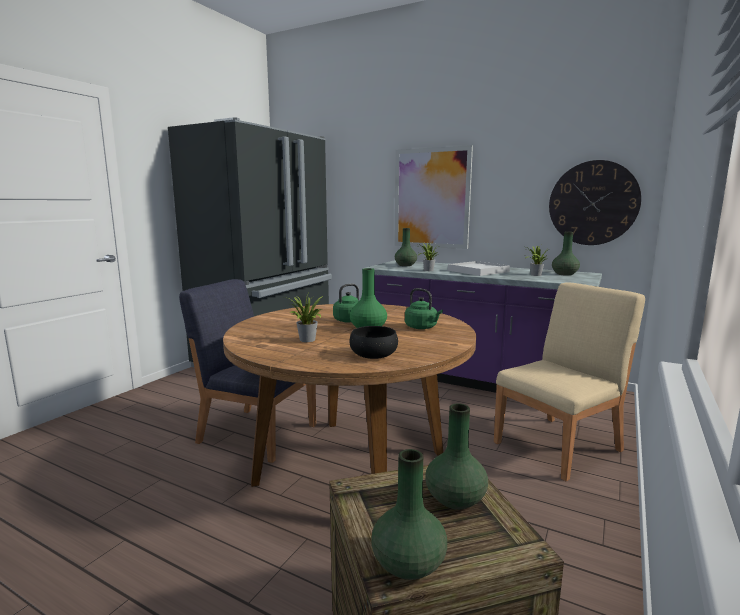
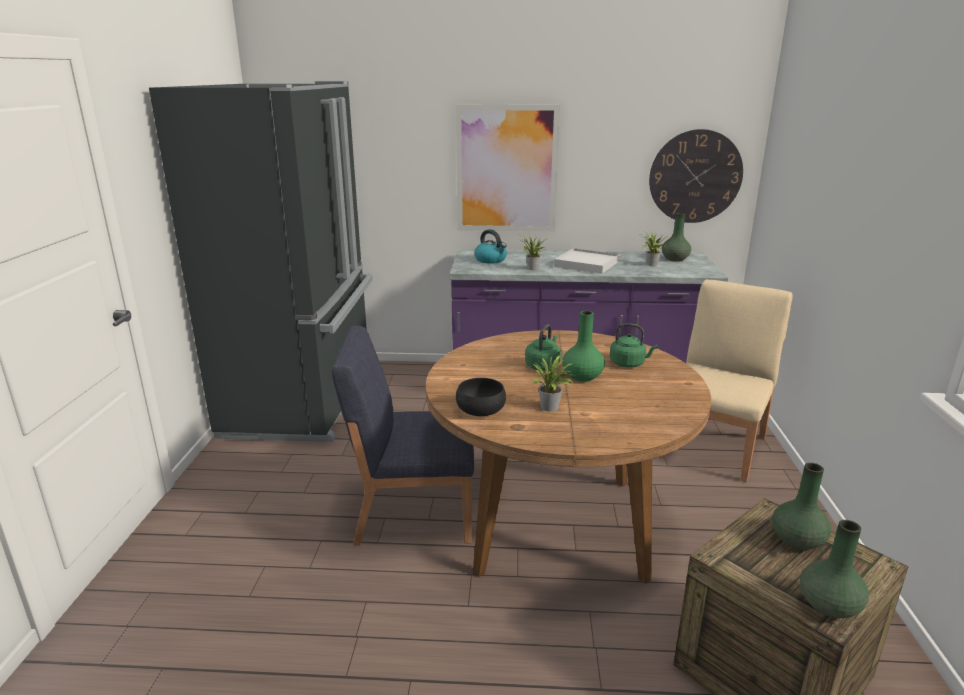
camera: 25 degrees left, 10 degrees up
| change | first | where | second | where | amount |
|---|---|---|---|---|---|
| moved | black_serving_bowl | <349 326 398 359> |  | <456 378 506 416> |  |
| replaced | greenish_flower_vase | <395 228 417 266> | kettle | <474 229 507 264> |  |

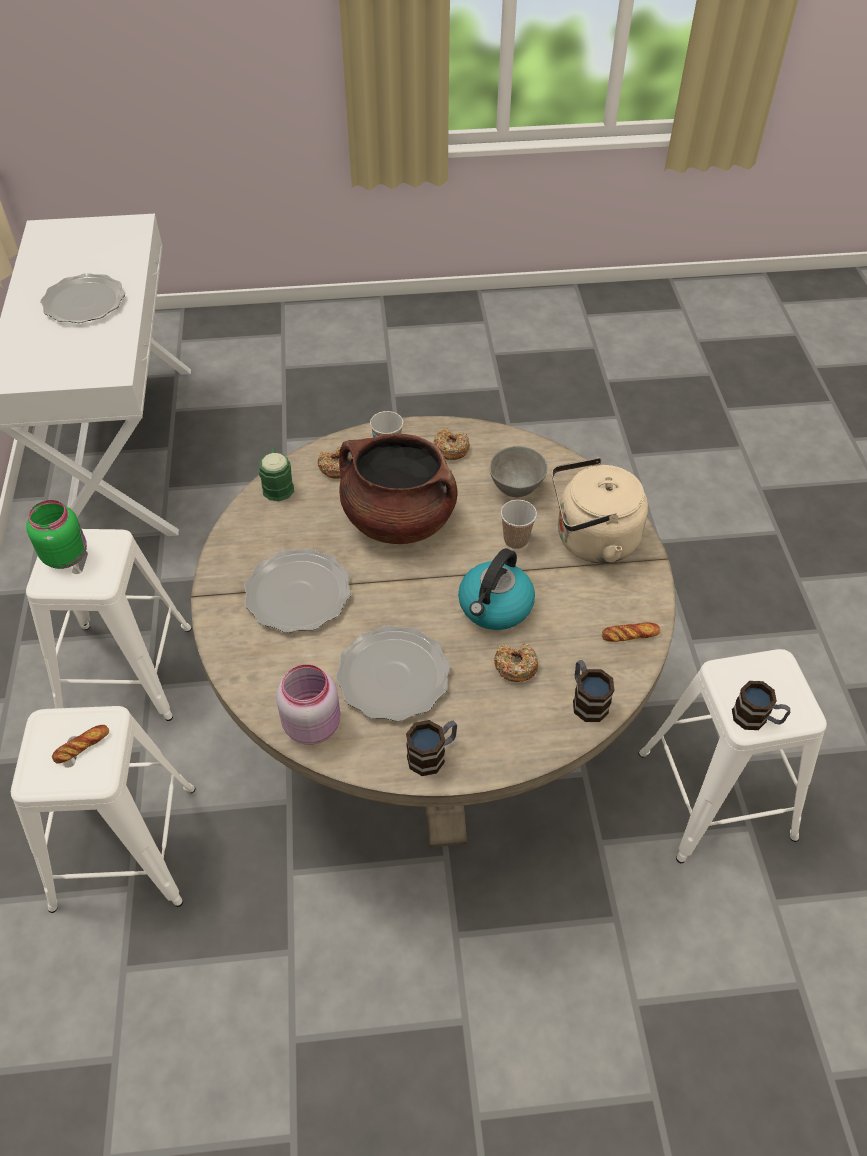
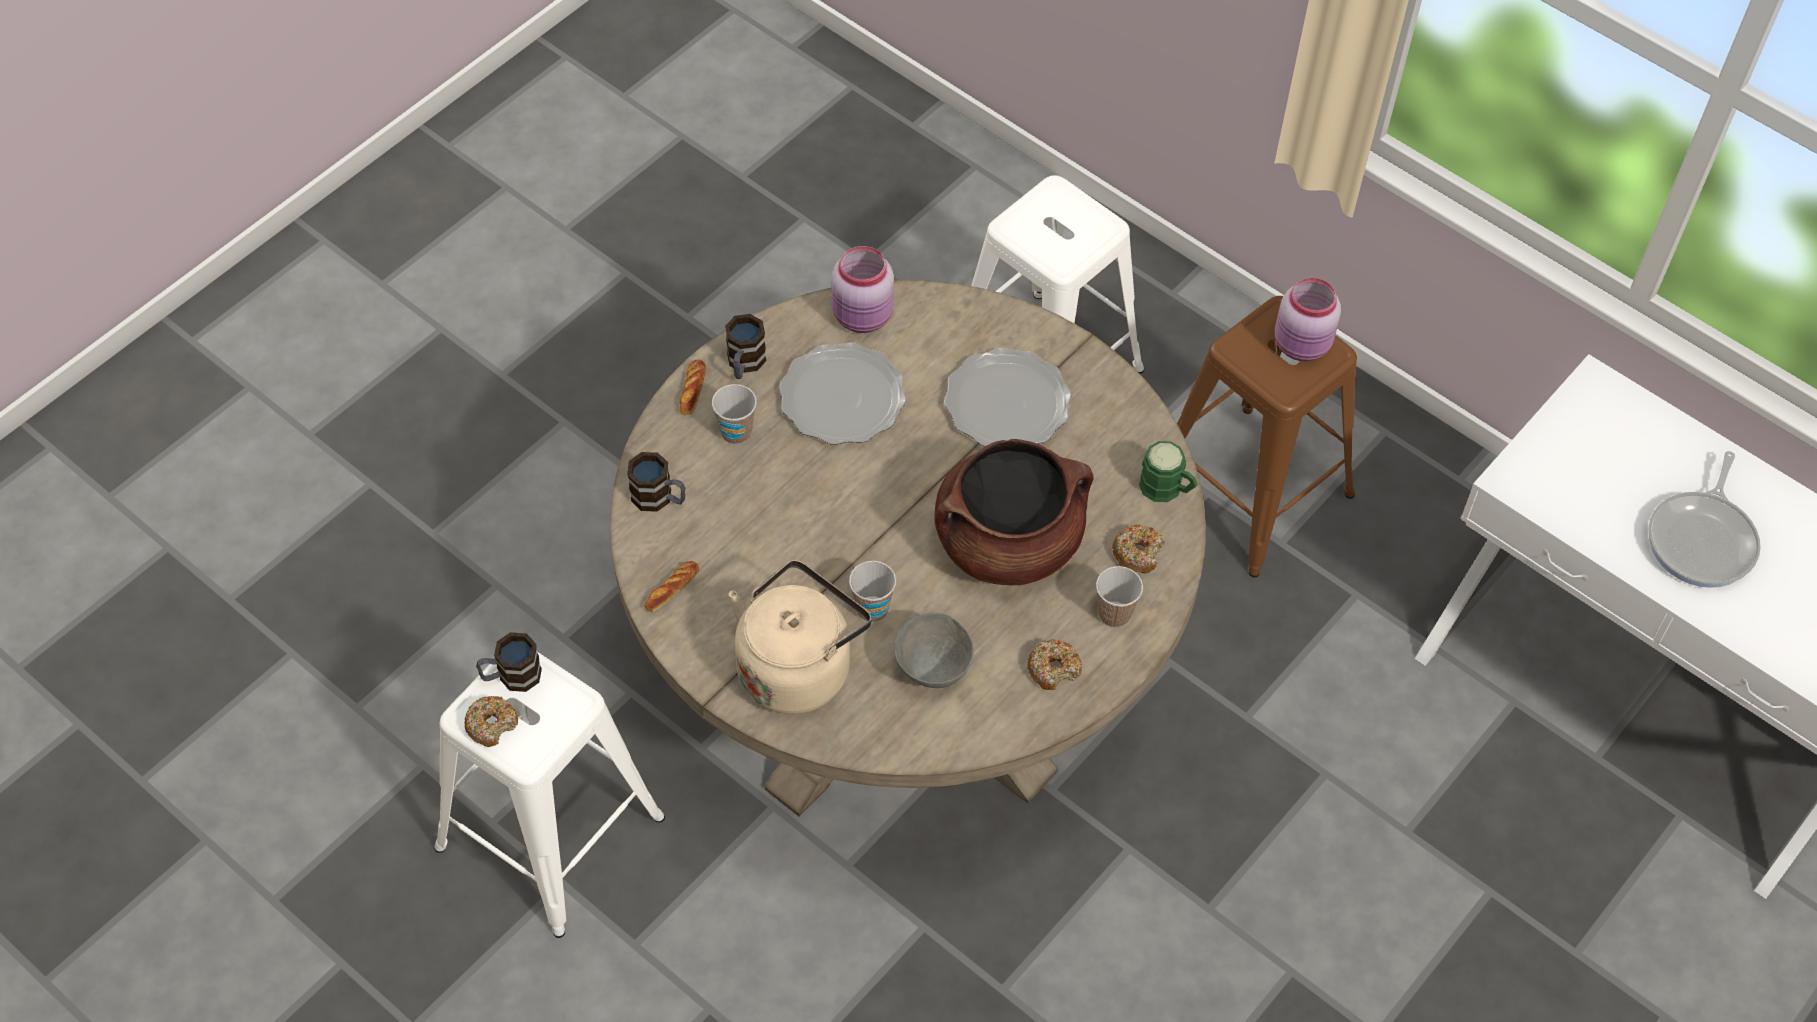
camera: 135 degrees right, 5 degrees up
| change | first | where | second | where | amount |
|---|---|---|---|---|---|
| recoloured | greenish_jar | <26 500 87 569> | pink-coloured_jar | <1275 278 1341 361> |  |
| recoloured | white-coloured_stool | <26 529 192 721> | brown_stool | <1177 296 1357 578> |  |
| replaced | dinner_plate | <40 273 125 323> | pan | <1649 451 1761 588> |  |
| moved | bread | <52 725 109 764> |  | <680 360 706 416> |  |
| removed | kettle | <458 548 535 630> |  |  |  |
| moved | doughnut | <494 643 538 682> |  | <464 696 518 747> |  |
| added |  |  | cup | <712 384 757 444> |  |

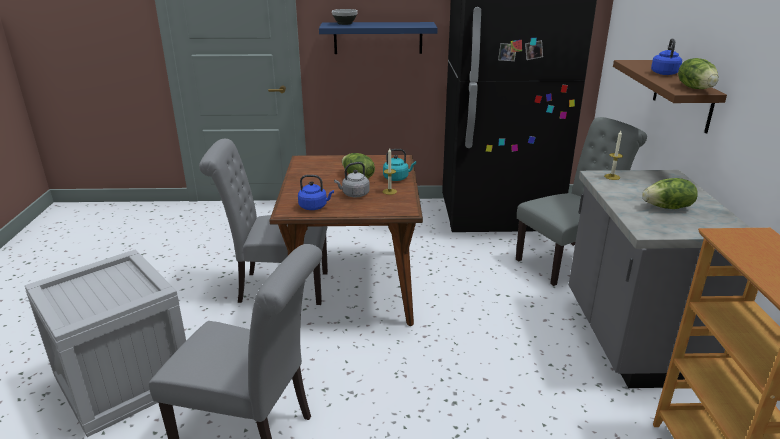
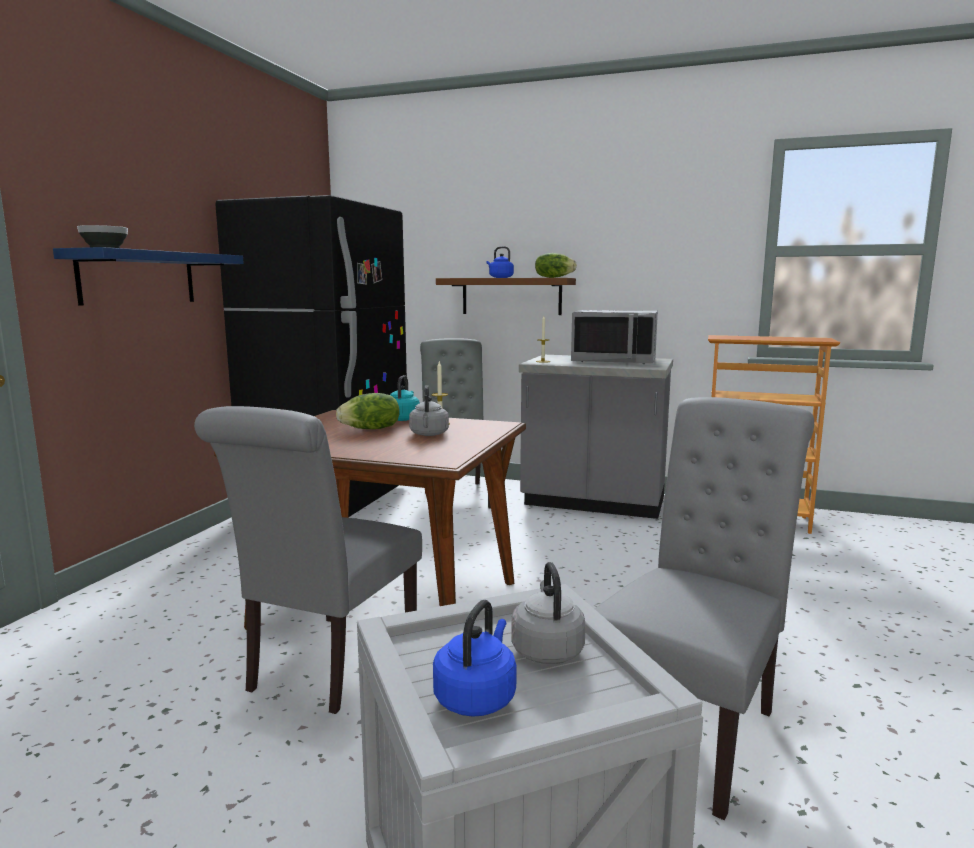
camera: 70 degrees left, 15 degrees down
| change | first | where | second | where | amount |
|---|---|---|---|---|---|
| moved | blue-coloured_kettle | <298 175 334 210> |  | <433 600 517 717> |  |
| replaced | head_of_lettuce | <642 178 698 209> | grey_kitchen_microwave | <571 310 658 364> |  |
| added |  |  | grey_kettle | <511 562 586 664> |  |

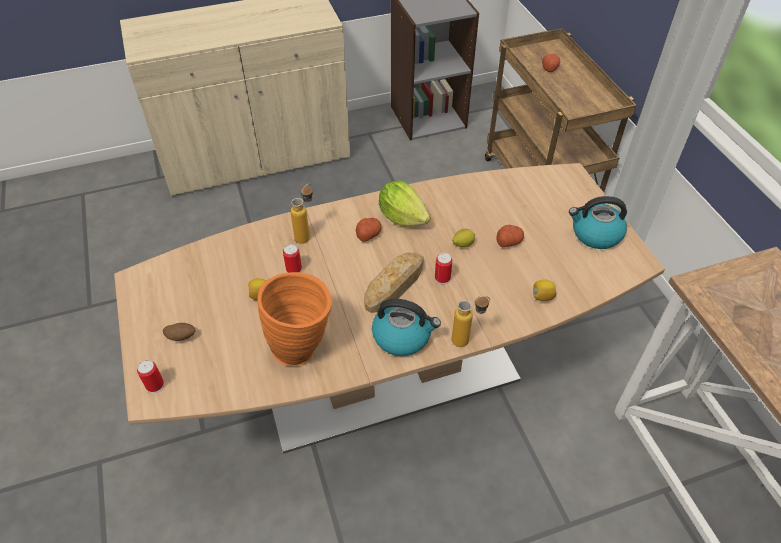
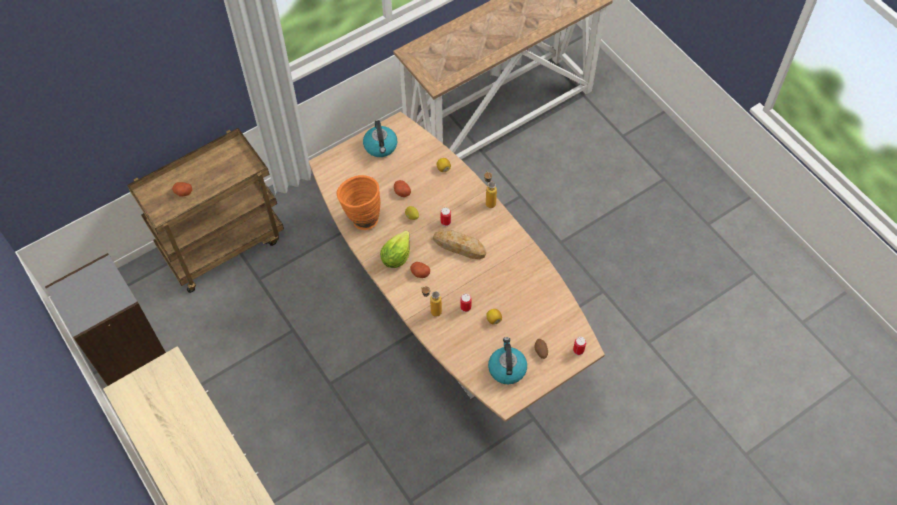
camera: 105 degrees left, 10 degrees up
| change | first | where | second | where | amount |
|---|---|---|---|---|---|
| moved | orangey_flower_vase | <258 272 332 366> |  | <337 175 381 230> |  |
| moved | kettle | <372 299 441 356> |  | <488 337 527 384> |  |

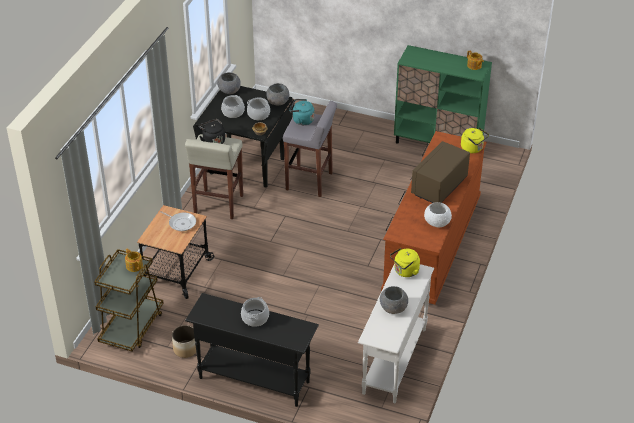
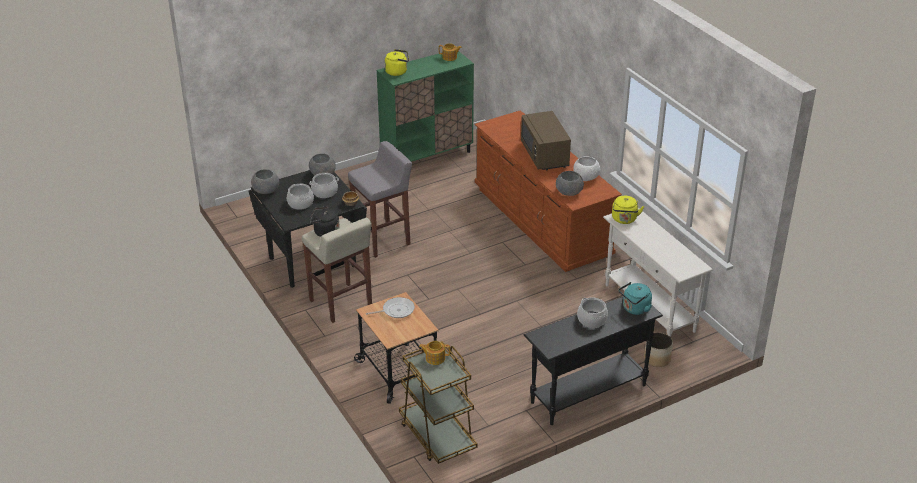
camera: 50 degrees left, 5 degrees down
| change | first | where | second | where | amount |
|---|---|---|---|---|---|
| moved | planter | <172 325 196 358> |  | <644 332 673 367> |  |
| moved | turquoise_kettle | <289 99 315 125> |  | <619 282 652 315> |  |
| moved | grey_serving_bowl | <380 286 408 314> |  | <556 171 584 196> |  |
| moved | yellowish_kettle | <461 128 489 153> |  | <385 49 409 76> |  |

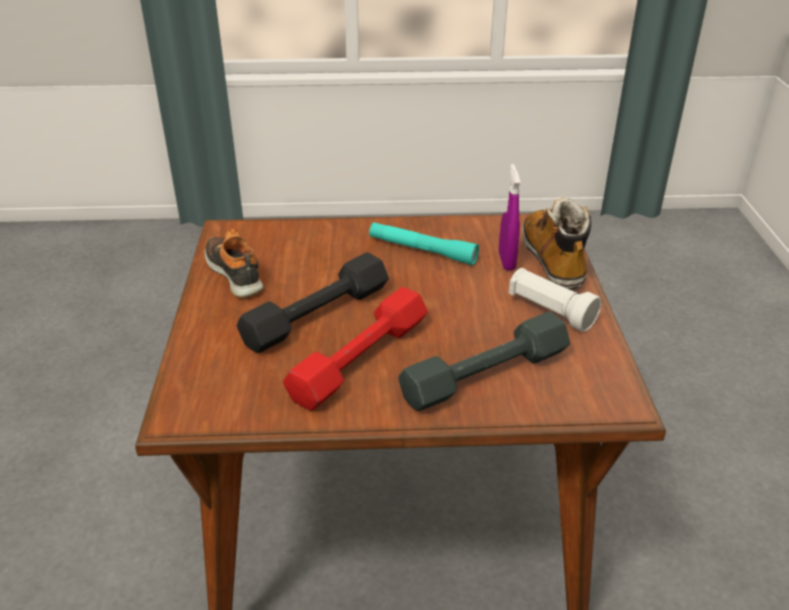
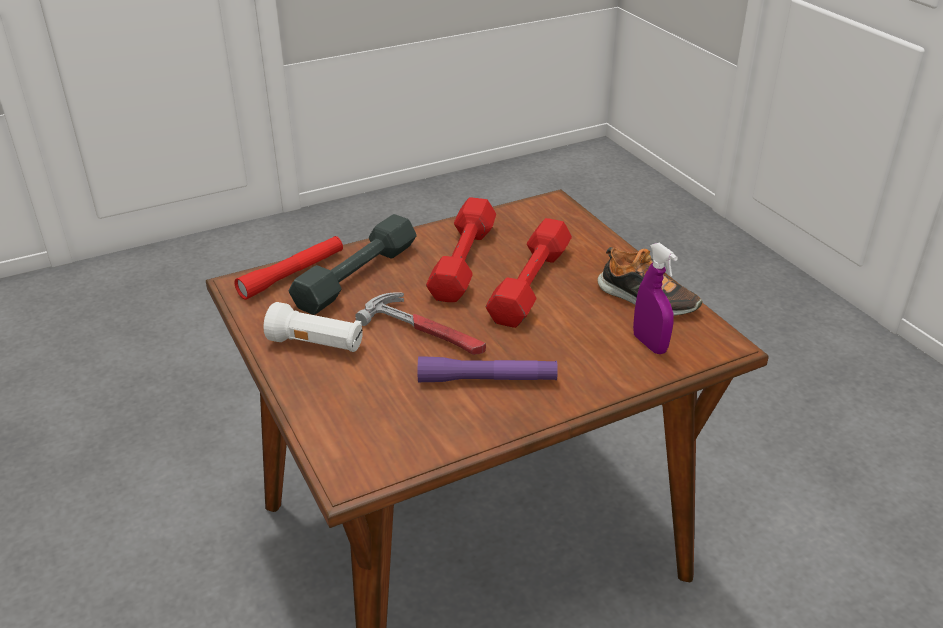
camera: 155 degrees right, 0 degrees up
| change | first | where | second | where | amount |
|---|---|---|---|---|---|
| recoloured | black_hand_weight | <237 252 389 353> | red_hand_weight | <486 218 572 328> |  |
| recoloured | turquoise_hand_torch | <369 222 479 265> | purple_hand_torch | <418 356 558 382> |  |
| moved | purple_spray_bottle | <499 164 521 271> |  | <633 243 678 354> |  |
| removed | boot | <522 198 591 290> |  |  |  |
| added |  |  | red_hand_torch | <235 236 343 300> |  |
| added |  |  | hammer | <355 292 486 355> |  |

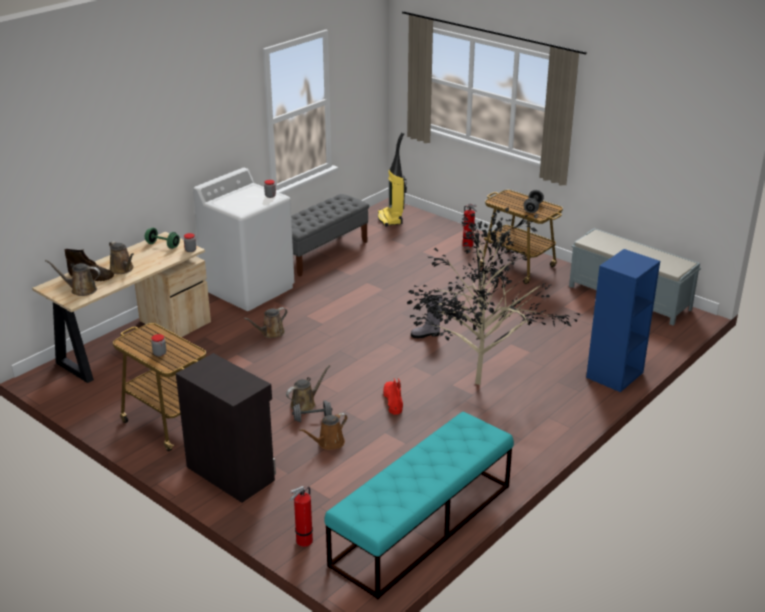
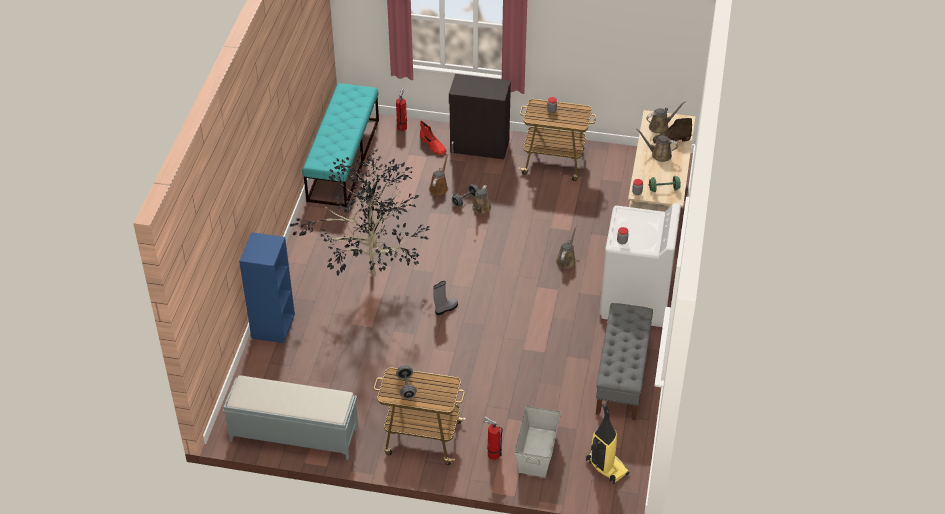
camera: 150 degrees right, 15 degrees up
| change | first | where | second | where | amount |
|---|---|---|---|---|---|
| moved | red_boot | <383 378 403 415> |  | <420 121 446 155> |  |
| added |  |  | grey_storage_bin | <515 406 561 477> |  |

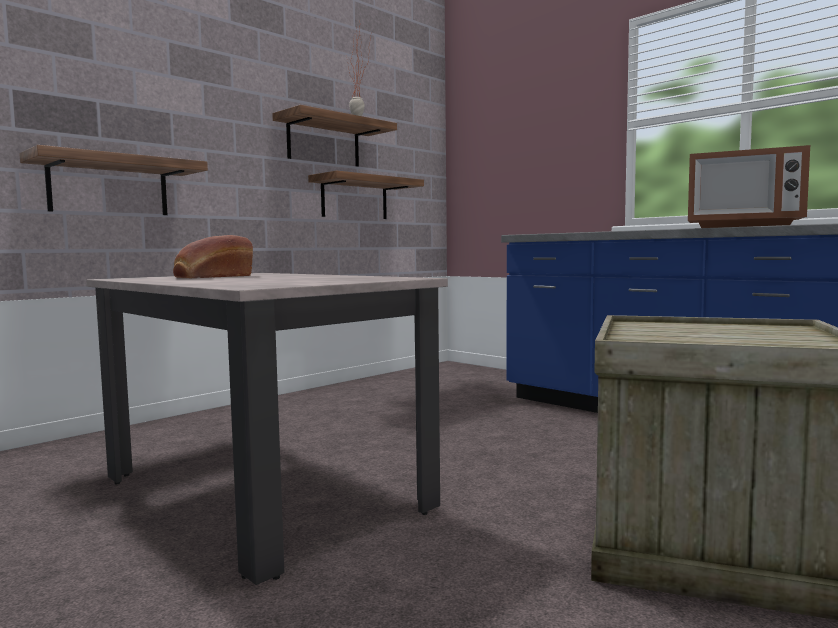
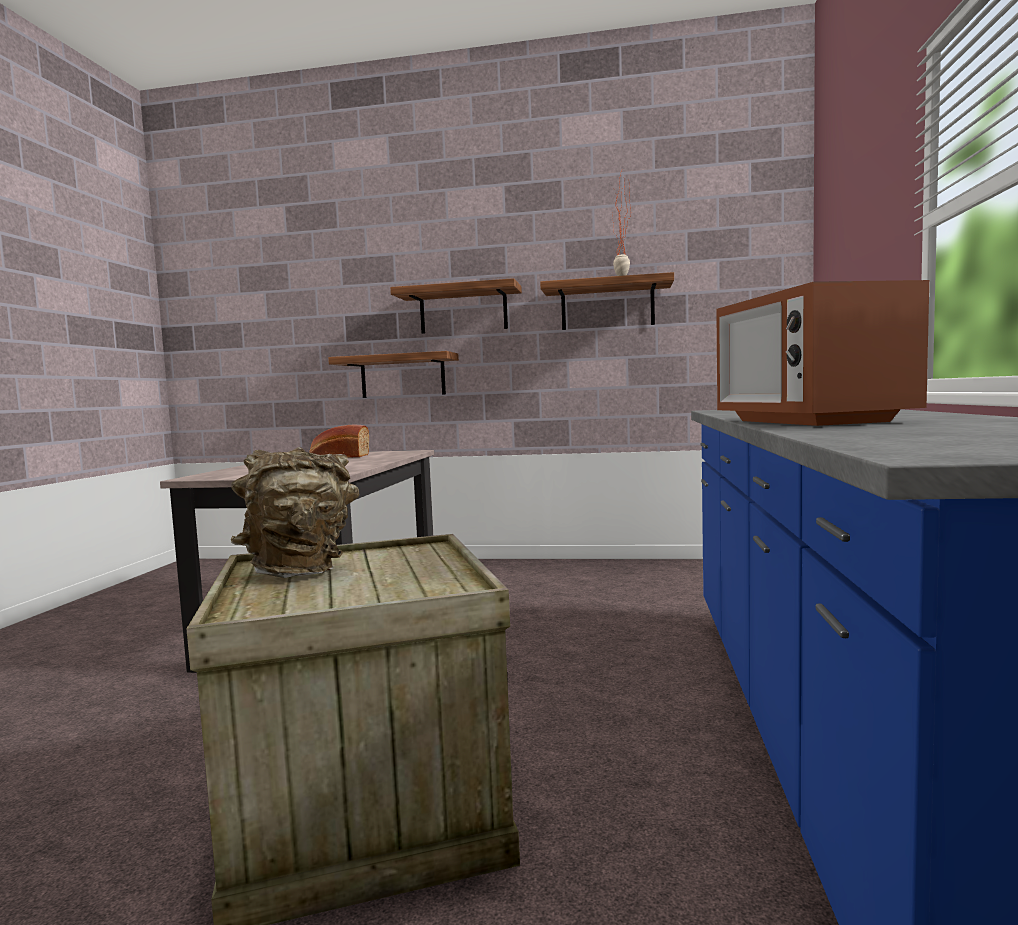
camera: 55 degrees right, 0 degrees up
| change | first | where | second | where | amount |
|---|---|---|---|---|---|
| moved | shelf | <308 171 424 219> |  | <390 278 522 334> |  |
| added |  |  | brown_flower_vase | <231 447 360 578> |  |

